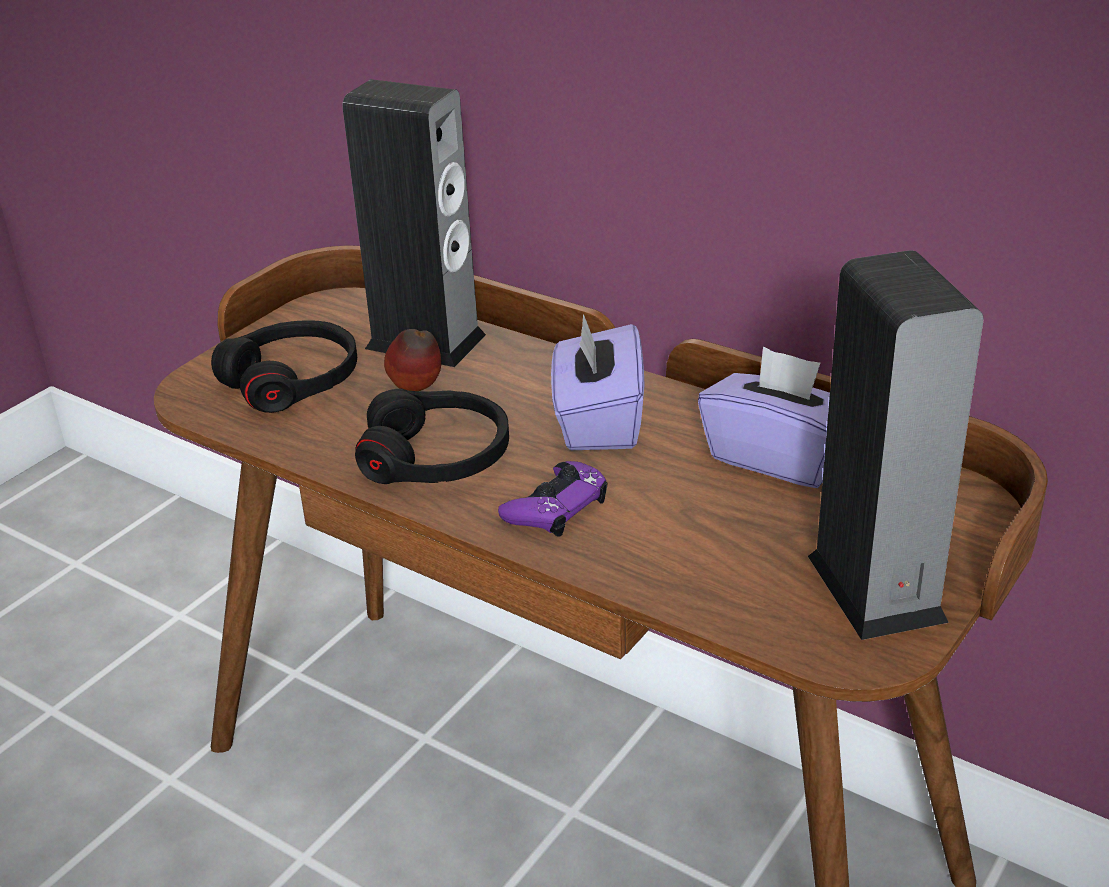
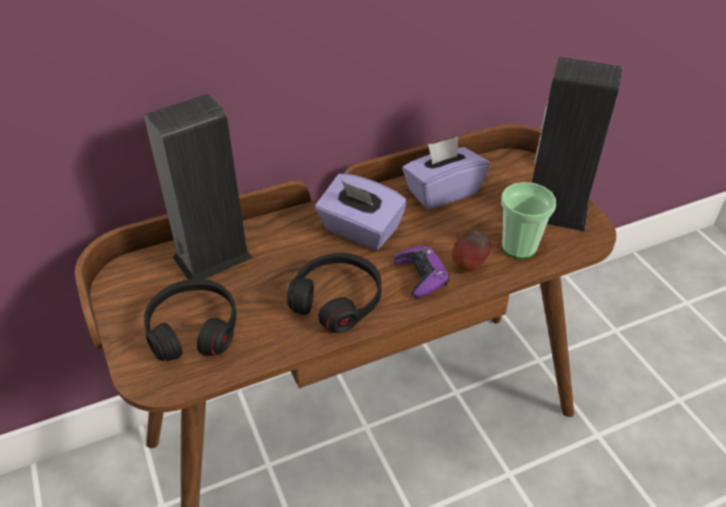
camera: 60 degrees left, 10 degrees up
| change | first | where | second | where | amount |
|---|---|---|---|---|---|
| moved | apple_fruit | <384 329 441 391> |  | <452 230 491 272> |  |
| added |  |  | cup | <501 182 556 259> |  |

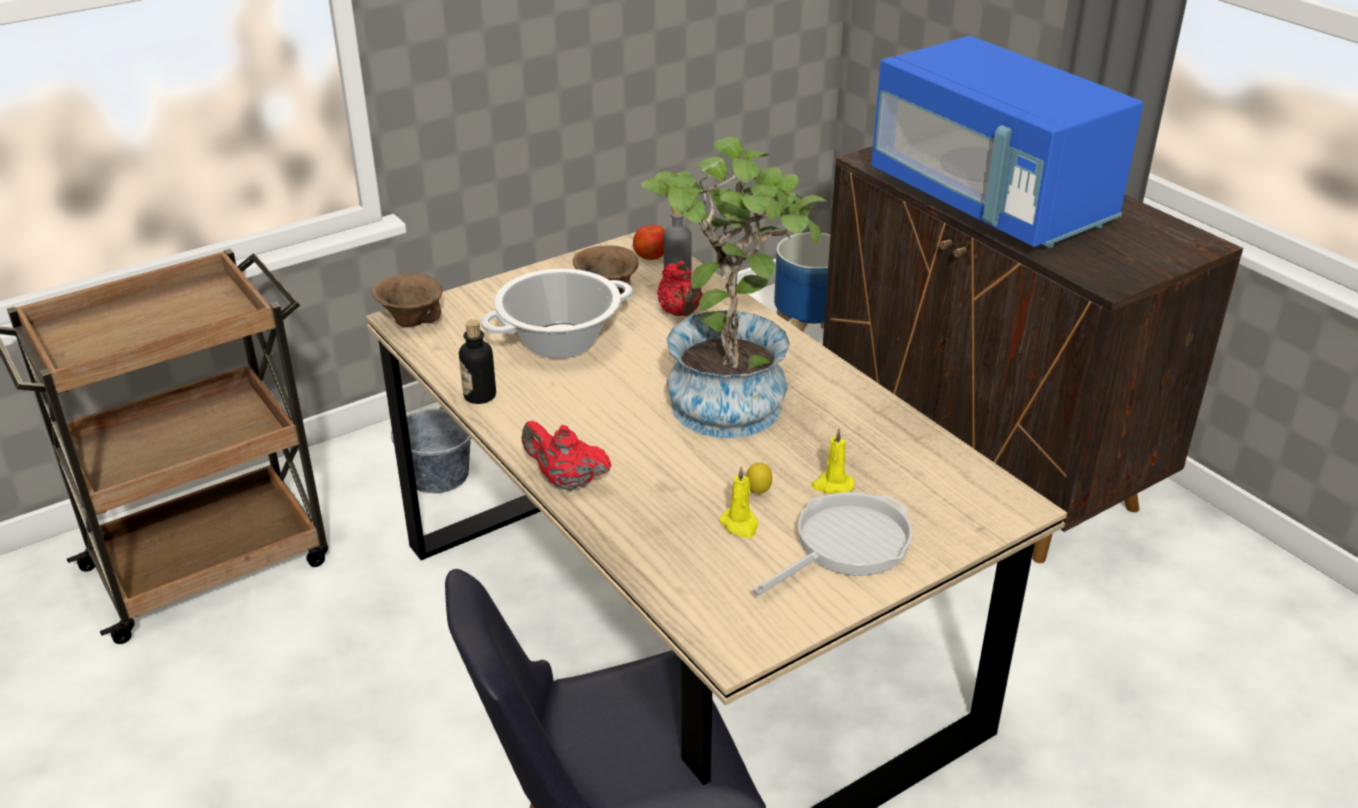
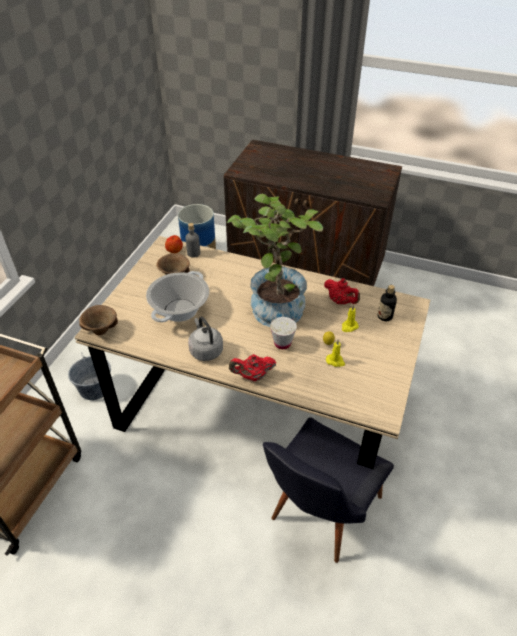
camera: 35 degrees left, 10 degrees up
| change | first | where | second | where | amount |
|---|---|---|---|---|---|
| moved | bottle | <459 320 496 404> |  | <378 285 397 321> |  |
| moved | red_pot_for_tea | <657 261 703 316> |  | <324 278 360 304> |  |
| removed | pan | <753 492 912 596> |  |  |  |
| removed | blue-coloured_kitchen_microwave | <871 36 1143 247> |  |  |  |
| added |  |  | grey_kettle | <188 317 223 361> |  |
| added |  |  | white-coloured_cup | <270 317 297 349> |  |

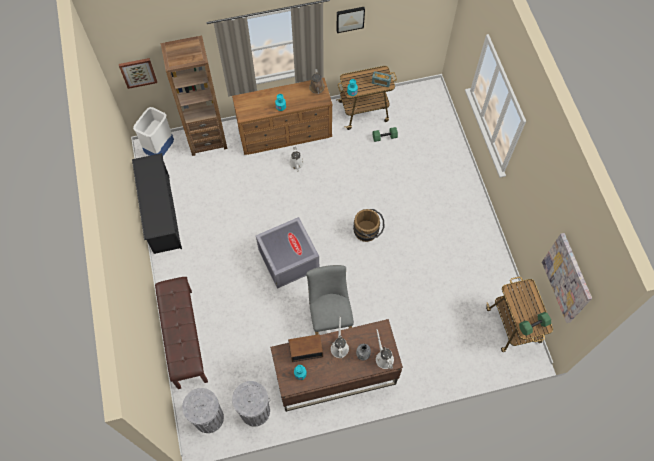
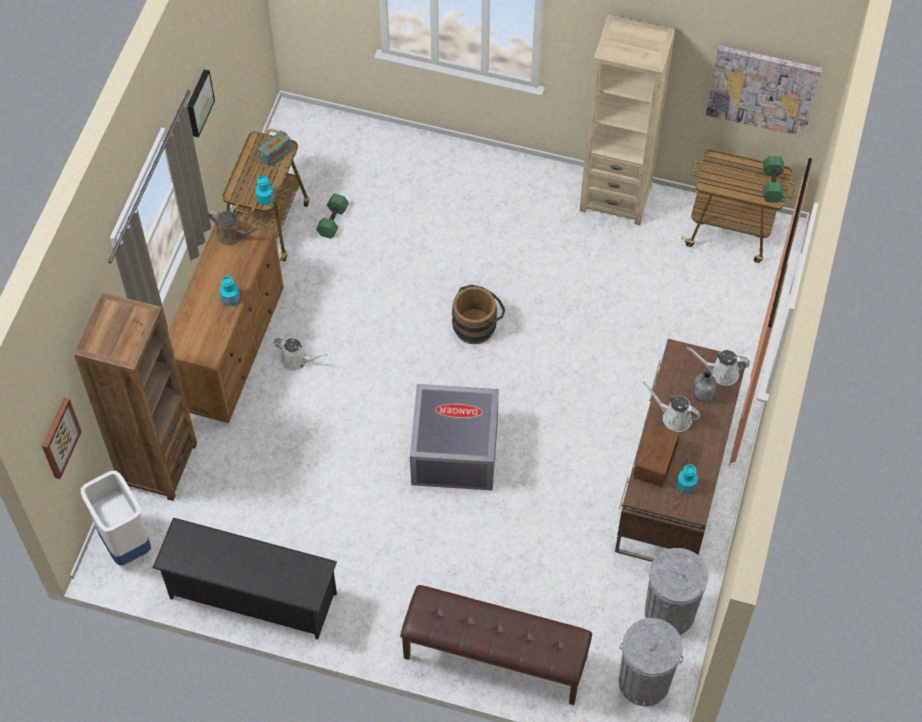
camera: 60 degrees left, 5 degrees down
| change | first | where | second | where | amount |
|---|---|---|---|---|---|
| removed | grey_plain_chair | <306 265 354 335> |  |  |  |
| added |  |  | beige-coloured_bookcase | <580 15 675 225> |  |

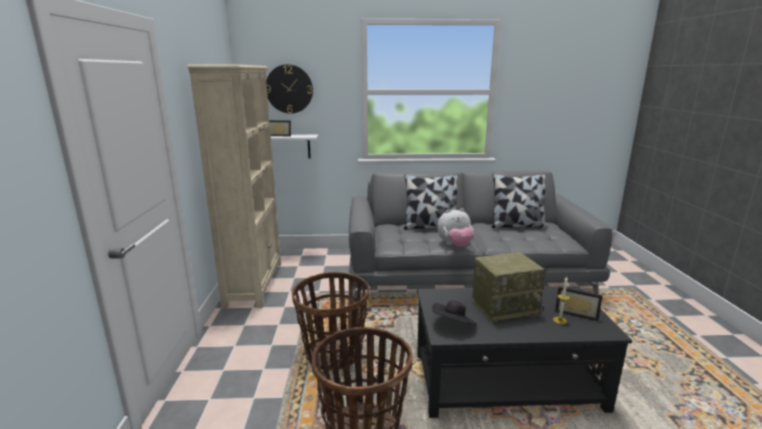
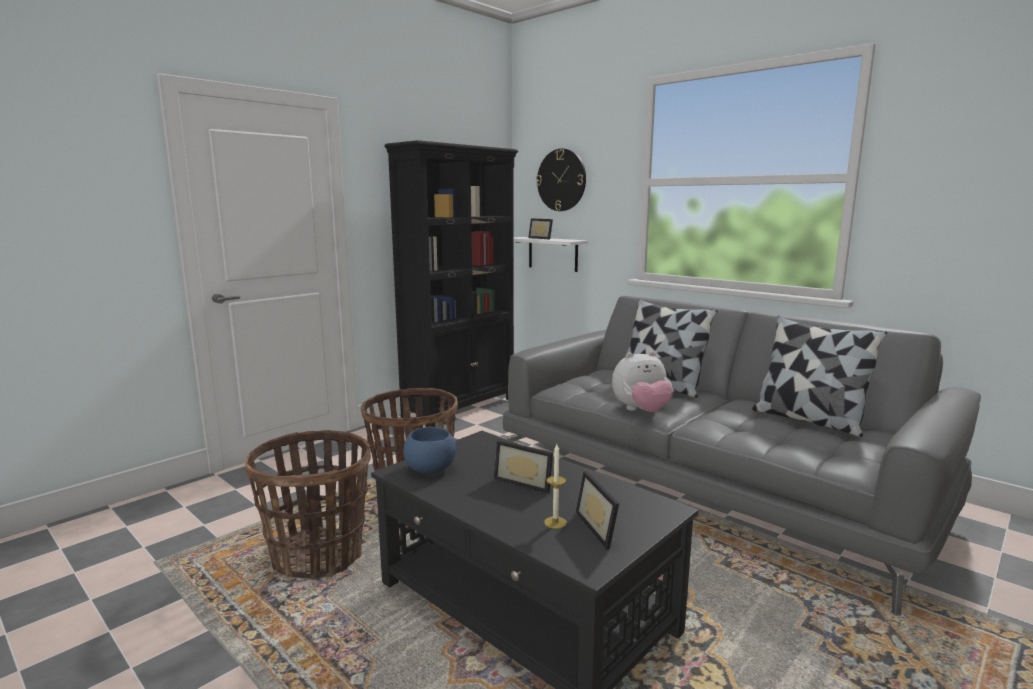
camera: 45 degrees right, 5 degrees down
| change | first | where | second | where | amount |
|---|---|---|---|---|---|
| recoloured | beige-coloured_bookcase | <187 64 281 309> | black_bookcase | <384 140 518 427> |  |
| replaced | black_hat | <432 301 477 325> | blue-coloured_serving_bowl | <403 427 456 474> |  |
| turned | plush_toy | <437 208 474 247> |  | <612 351 673 412> | 45 degrees counterclockwise |
| replaced | radio_set | <472 252 546 323> | photo_frame | <494 440 553 494> |  |

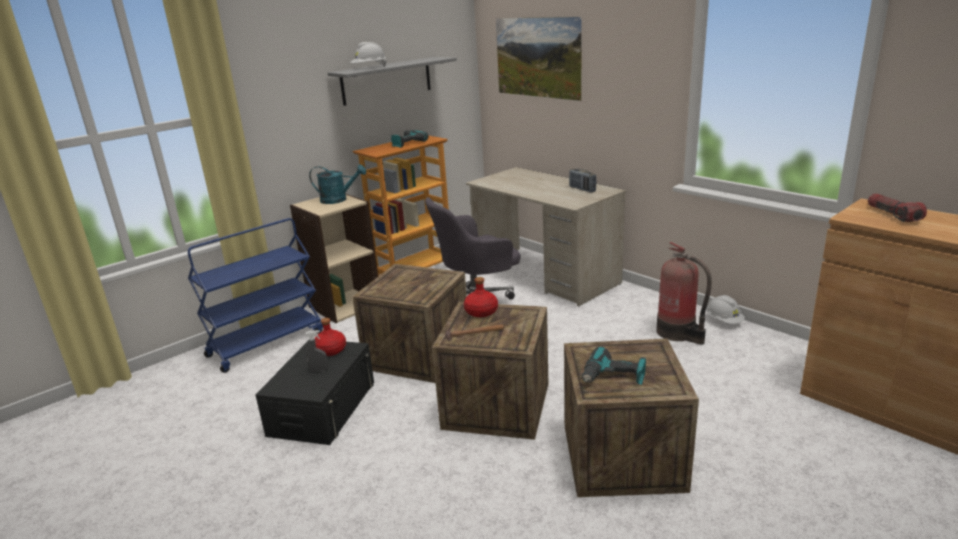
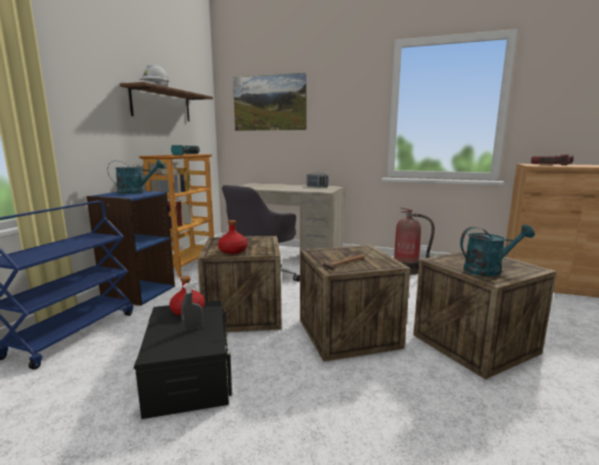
camera: 30 degrees left, 10 degrees down
| change | first | where | second | where | amount |
|---|---|---|---|---|---|
| recoloured | beige-coloured_bookcase | <290 194 378 323> | blue-coloured_bookcase | <86 191 175 306> |  |
| recoloured | grey_shelf | <328 57 457 106> | brown_shelf | <120 82 213 121> |  |
| moved | red_bottle | <464 277 498 317> |  | <218 220 248 254> |  |
| replaced | drill | <582 347 646 385> | turquoise_watering_pot | <460 224 535 276> |  |

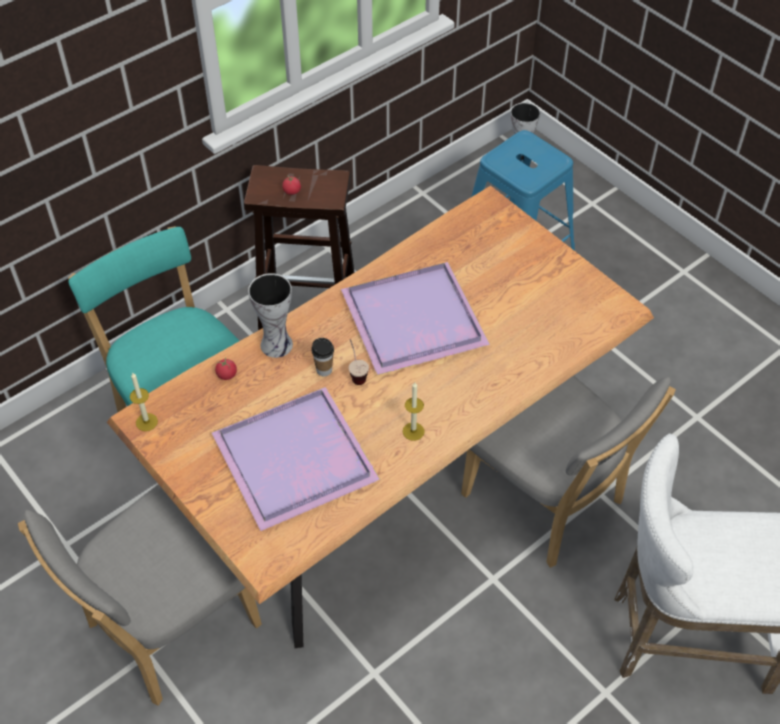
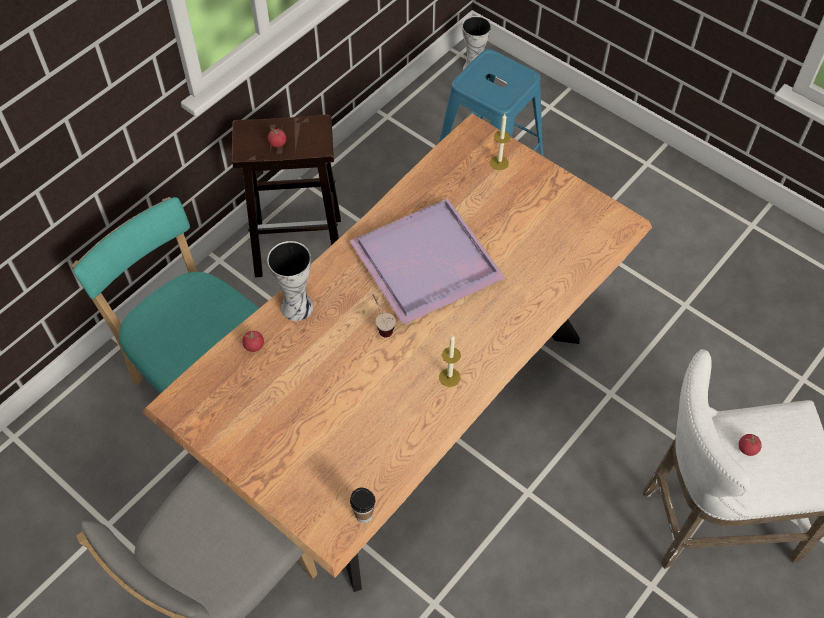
camera: 10 degrees left, 5 degrees up
| change | first | where | second | where | amount |
|---|---|---|---|---|---|
| moved | wax_light | <130 373 158 431> |  | <490 114 510 170> |  |
| removed | purple_tray | <212 387 380 531> |  |  |  |
| moved | cup | <311 338 334 376> |  | <350 488 375 523> |  |
| removed | grey_plain_chair | <461 376 676 568> |  |  |  |
| added |  |  | whole_tomato | <739 434 762 456> |  |

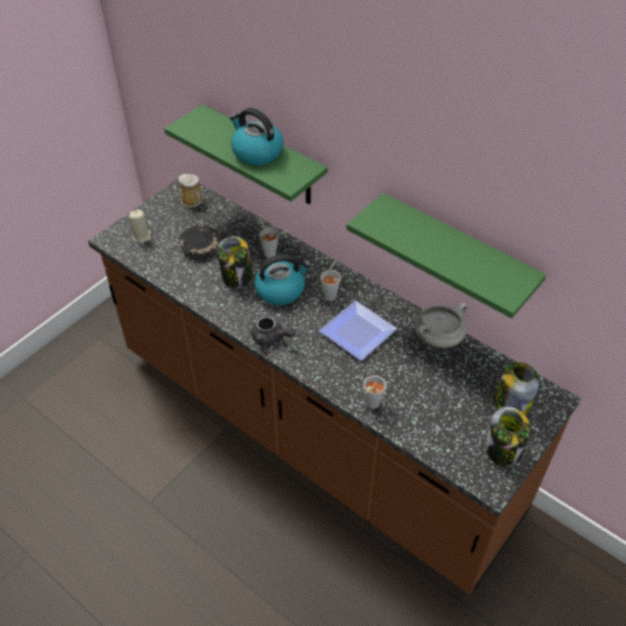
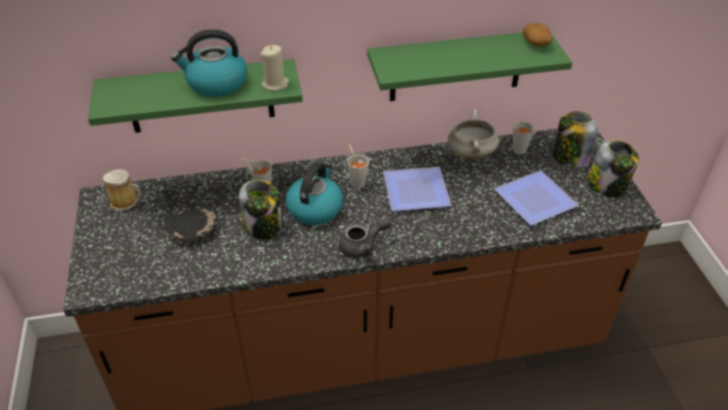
camera: 50 degrees left, 5 degrees down
| change | first | where | second | where | amount |
|---|---|---|---|---|---|
| moved | beige-coloured_wax_light | <129 209 151 243> |  | <260 45 289 91> |  |
| moved | grey_cup | <363 375 386 409> |  | <513 121 534 155> |  |
| added |  |  | dinner_plate | <494 170 579 225> |  |
| added |  |  | potato | <523 23 553 47> |  |

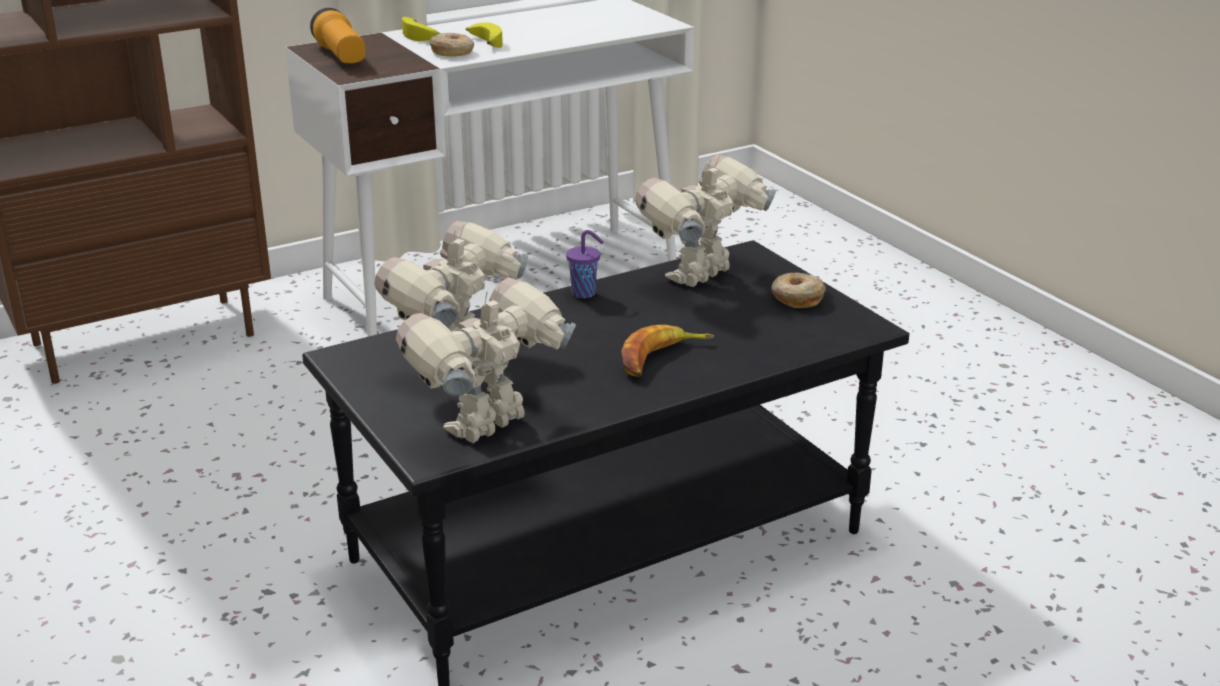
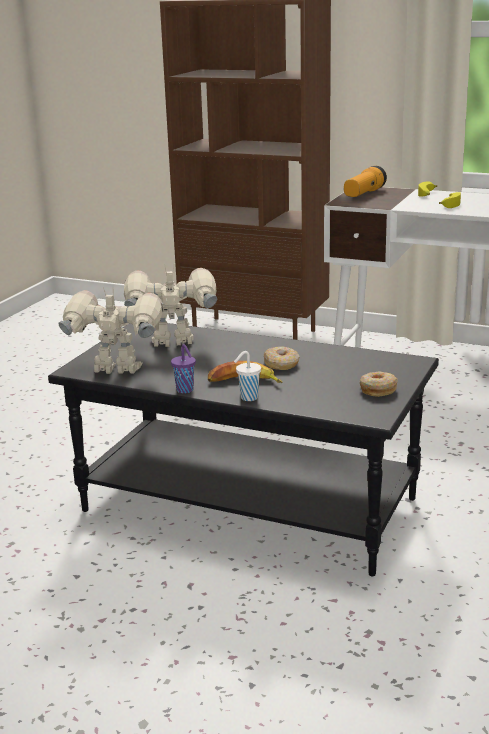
camera: 55 degrees right, 5 degrees down
| change | first | where | second | where | amount |
|---|---|---|---|---|---|
| moved | doughnut | <429 33 474 57> |  | <264 346 299 370> |  |
| moved | purple_cup | <566 230 604 298> |  | <171 344 196 393> |  |
| removed | model_robot | <635 155 776 287> |  |  |  |
| added |  |  | white-coloured_cup | <234 351 261 401> |  |

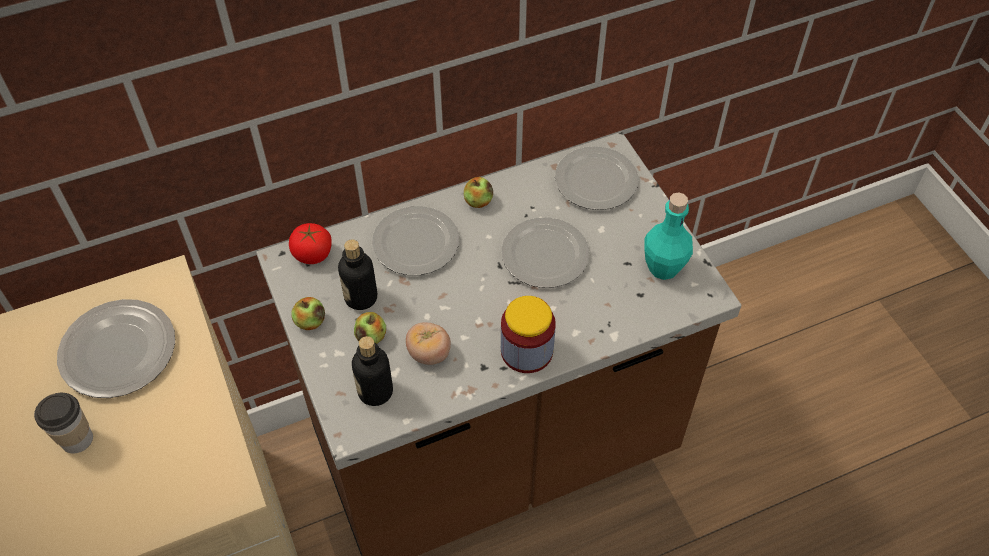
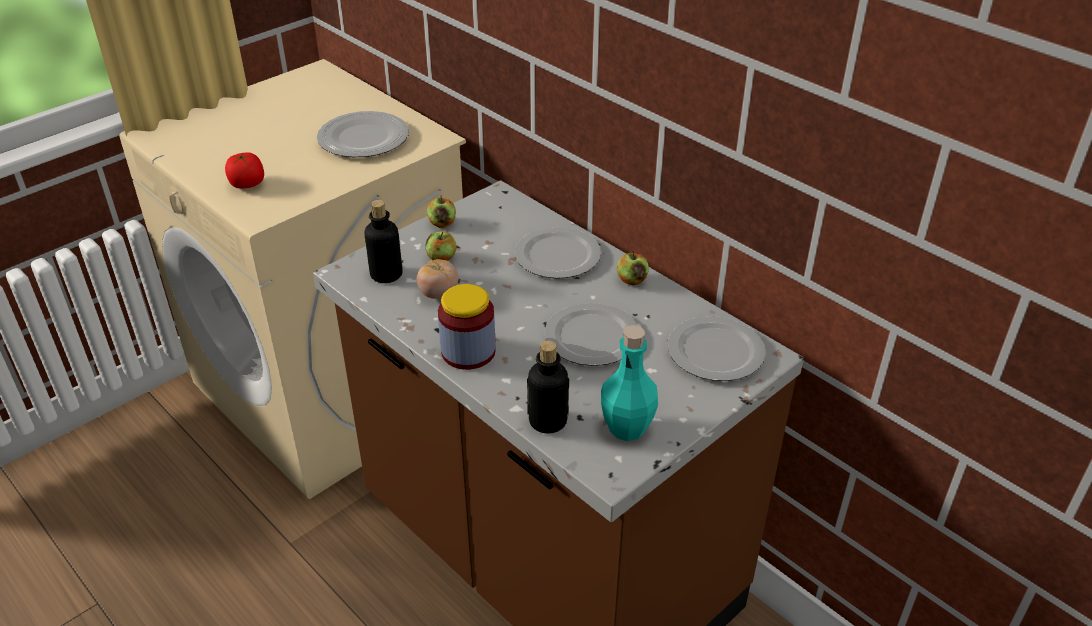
camera: 70 degrees right, 15 degrees down
| change | first | where | second | where | amount |
|---|---|---|---|---|---|
| removed | cup | <34 393 93 453> |  |  |  |
| moved | whole_tomato | <289 223 332 264> |  | <225 152 264 189> |  |
| moved | bottle | <338 239 377 310> |  | <527 341 569 434> |  |

